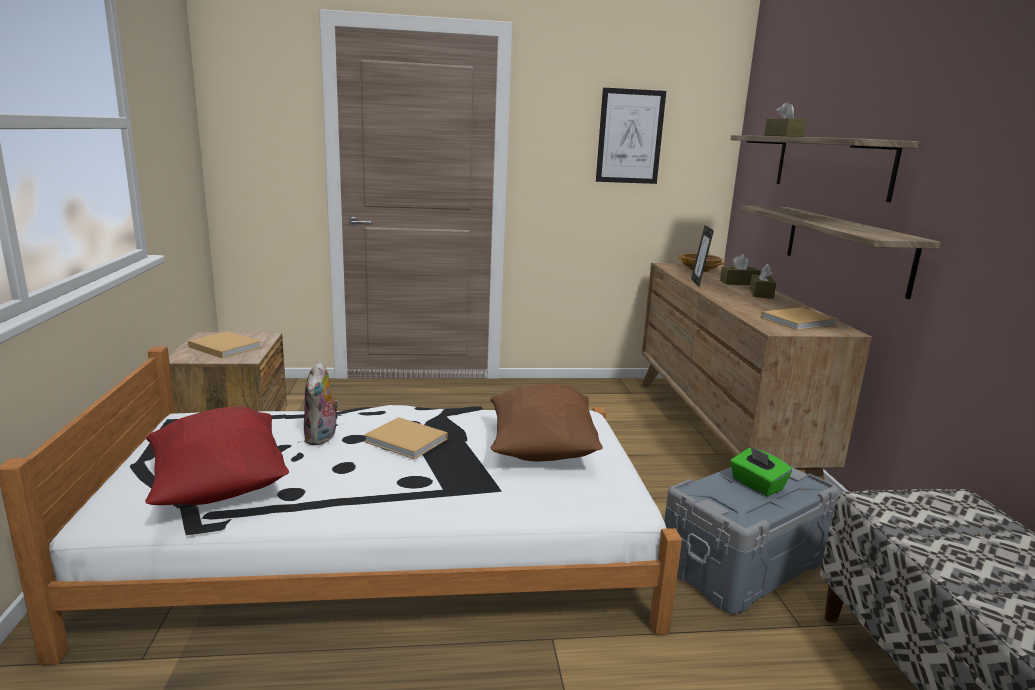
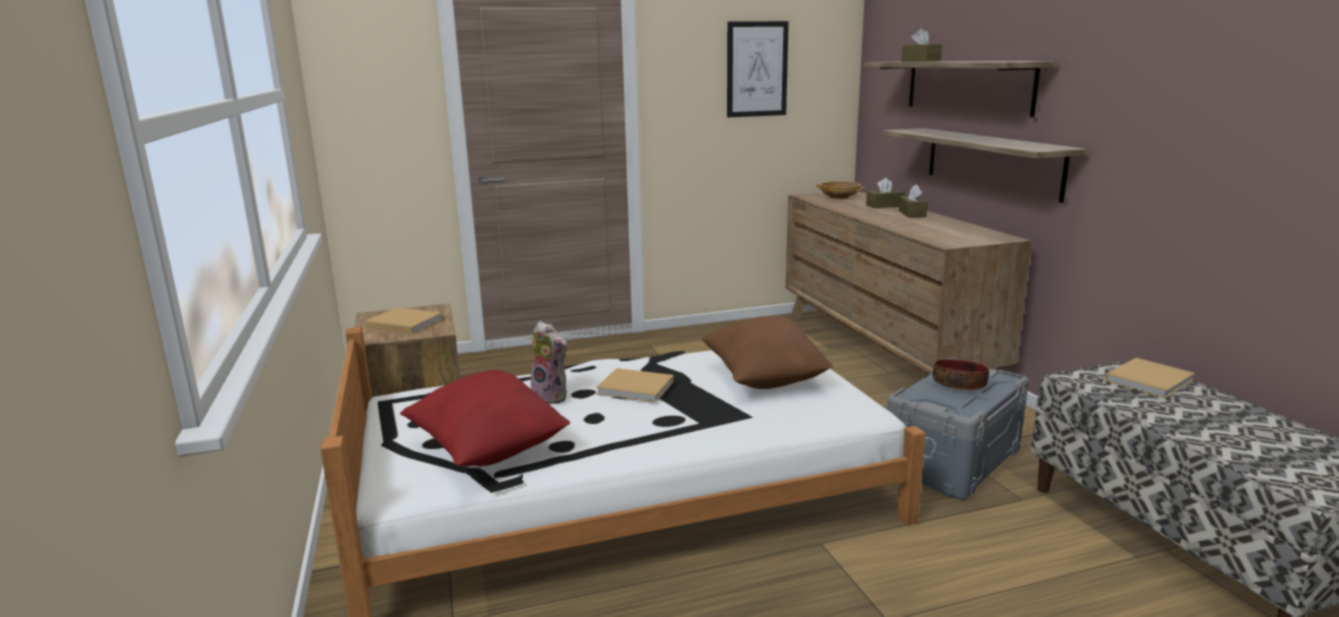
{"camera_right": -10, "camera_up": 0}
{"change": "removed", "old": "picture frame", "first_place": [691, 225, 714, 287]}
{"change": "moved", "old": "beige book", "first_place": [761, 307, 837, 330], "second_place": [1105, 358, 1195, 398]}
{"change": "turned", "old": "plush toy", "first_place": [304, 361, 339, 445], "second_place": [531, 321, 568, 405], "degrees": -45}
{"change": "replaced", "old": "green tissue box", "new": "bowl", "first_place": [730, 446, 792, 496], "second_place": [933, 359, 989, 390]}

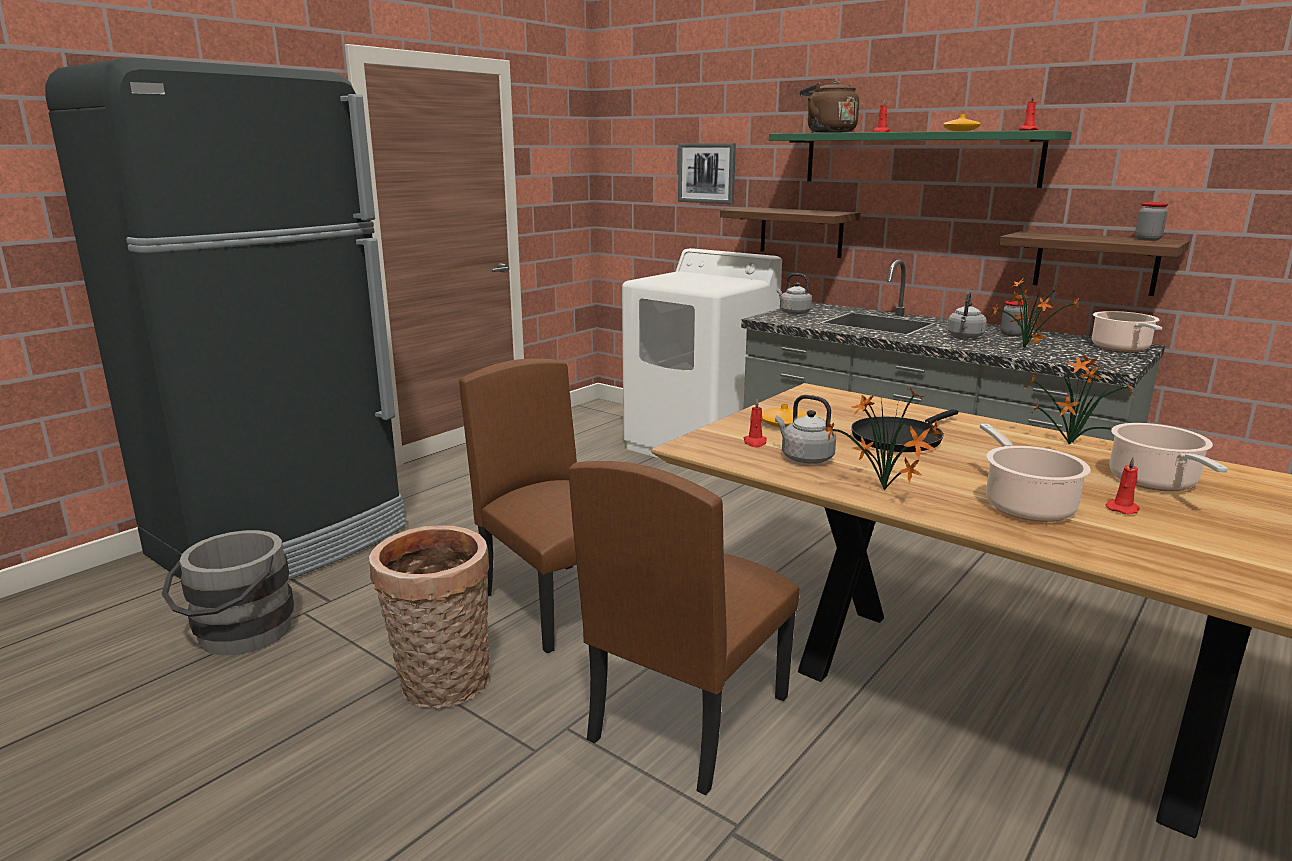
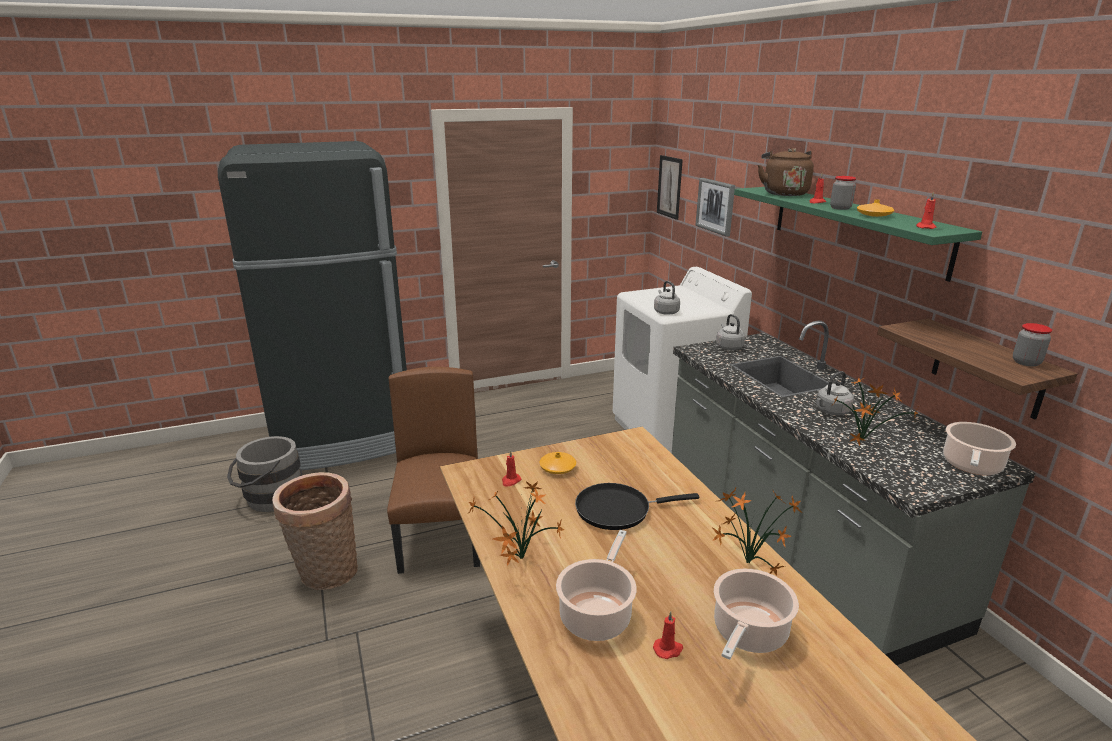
{"camera_right": 30, "camera_up": 5}
{"change": "removed", "old": "shelf", "first_place": [720, 207, 860, 258]}
{"change": "moved", "old": "jar", "first_place": [1001, 301, 1028, 336], "second_place": [830, 176, 857, 210]}
{"change": "moved", "old": "grey kettle", "first_place": [775, 395, 836, 464], "second_place": [654, 281, 680, 315]}
{"change": "removed", "old": "brown chair", "first_place": [569, 461, 800, 795]}
{"change": "added", "new": "picture", "second_place": [657, 155, 683, 220]}

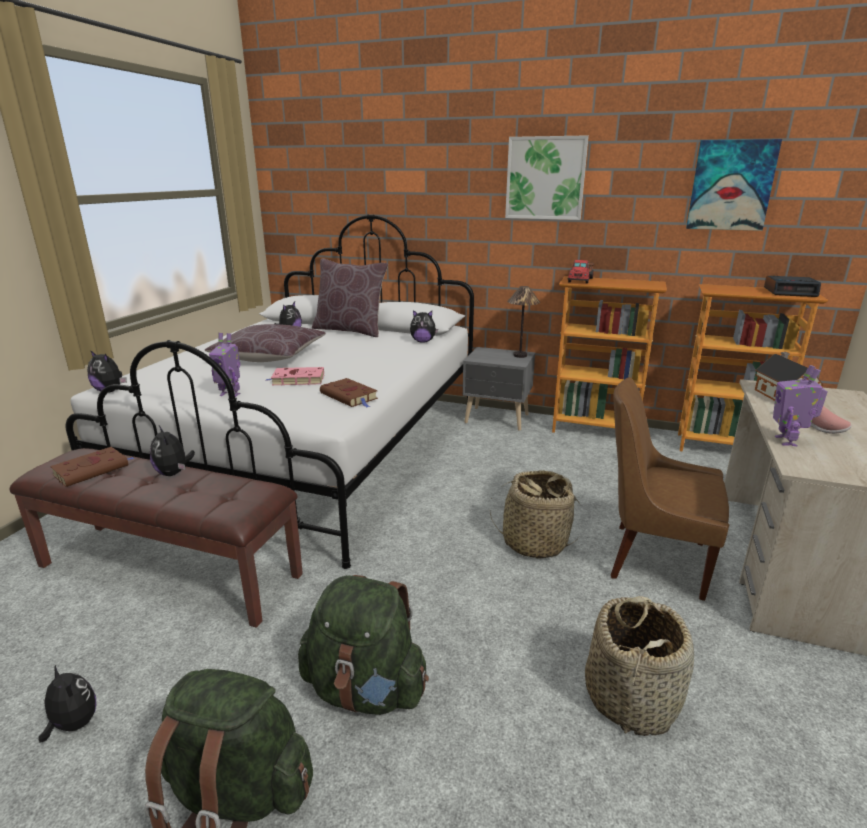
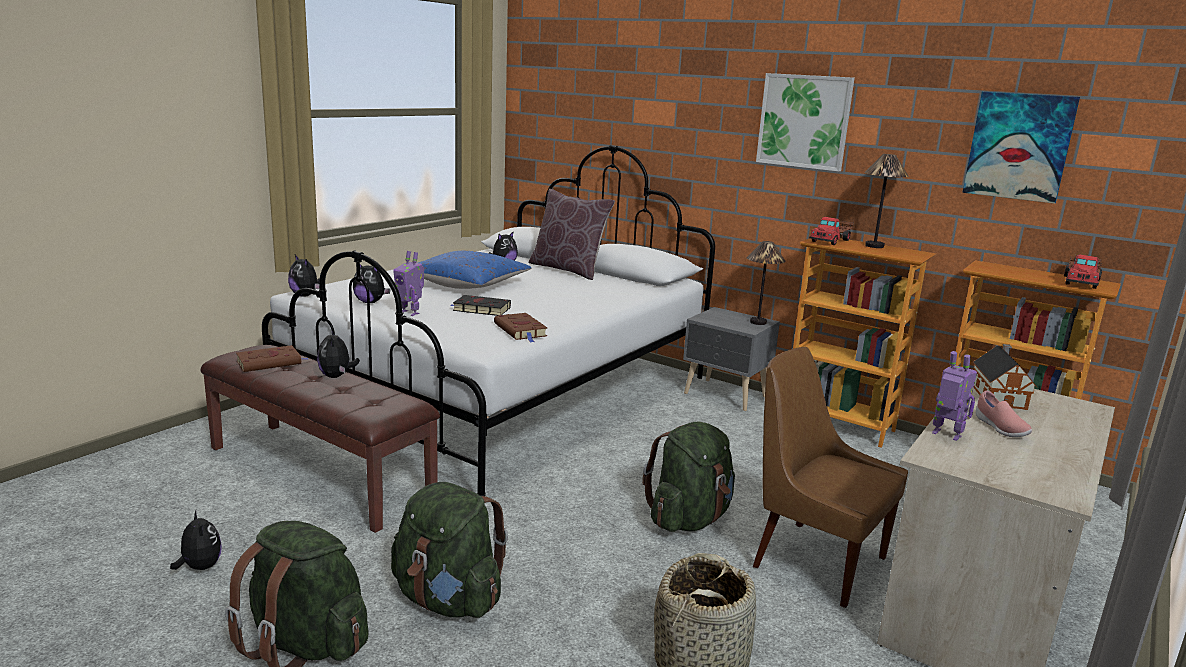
{"camera_right": 15, "camera_up": -5}
{"change": "replaced", "old": "alarm clock", "new": "toy truck", "first_place": [764, 276, 821, 297], "second_place": [1064, 255, 1102, 289]}
{"change": "moved", "old": "plush toy", "first_place": [410, 310, 438, 343], "second_place": [353, 264, 390, 303]}
{"change": "recoloured", "old": "brown pillow", "new": "blue pillow", "first_place": [205, 324, 326, 362], "second_place": [418, 251, 531, 289]}
{"change": "turned", "old": "toy robot", "first_place": [773, 365, 827, 447], "second_place": [932, 351, 977, 441], "degrees": 105}
{"change": "recoloured", "old": "pink book", "new": "black book", "first_place": [265, 367, 324, 385], "second_place": [450, 295, 511, 316]}
{"change": "replaced", "old": "basket", "new": "green backpack", "first_place": [490, 470, 580, 559], "second_place": [642, 421, 735, 532]}
{"change": "added", "new": "table lamp", "second_place": [864, 154, 909, 248]}

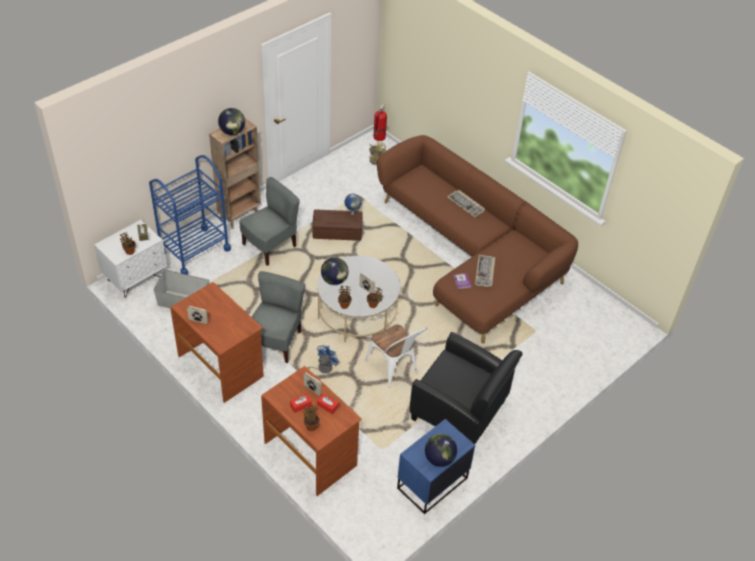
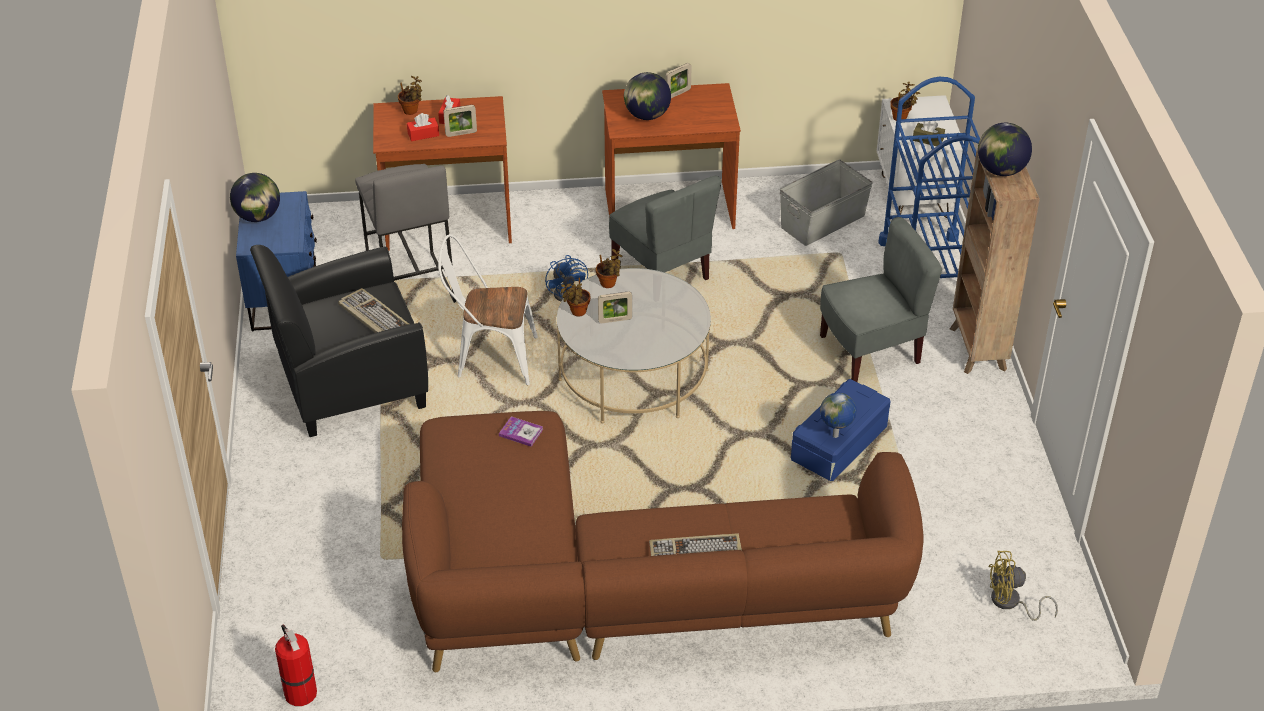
{"camera_right": 130, "camera_up": -5}
{"change": "moved", "old": "fire extinguisher", "first_place": [374, 104, 387, 141], "second_place": [275, 624, 317, 706]}
{"change": "turned", "old": "grey chair", "first_place": [240, 177, 300, 266], "second_place": [820, 217, 942, 382], "degrees": -105}
{"change": "recoloured", "old": "brown storage box", "new": "blue storage box", "first_place": [312, 209, 363, 241], "second_place": [791, 379, 891, 481]}
{"change": "moved", "old": "keyboard", "first_place": [475, 255, 495, 287], "second_place": [338, 288, 409, 333]}
{"change": "moved", "old": "globe", "first_place": [321, 257, 348, 285], "second_place": [624, 72, 671, 120]}
{"change": "added", "new": "grey stool", "second_place": [355, 164, 456, 303]}

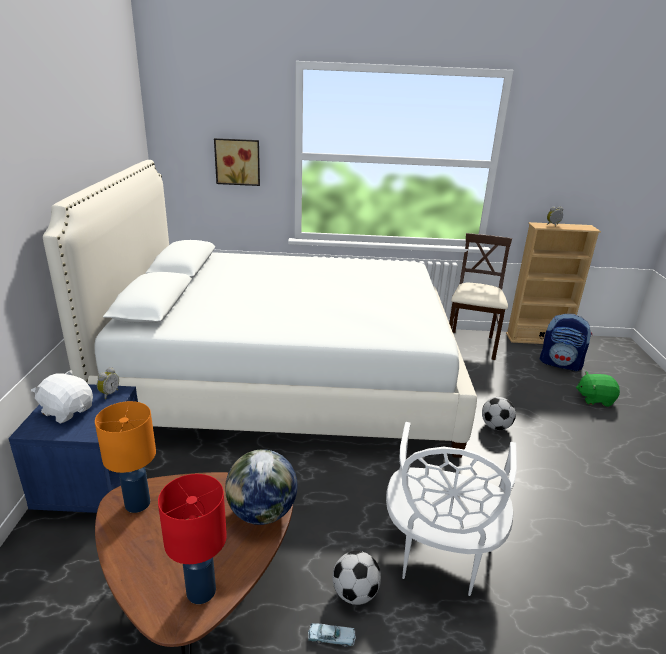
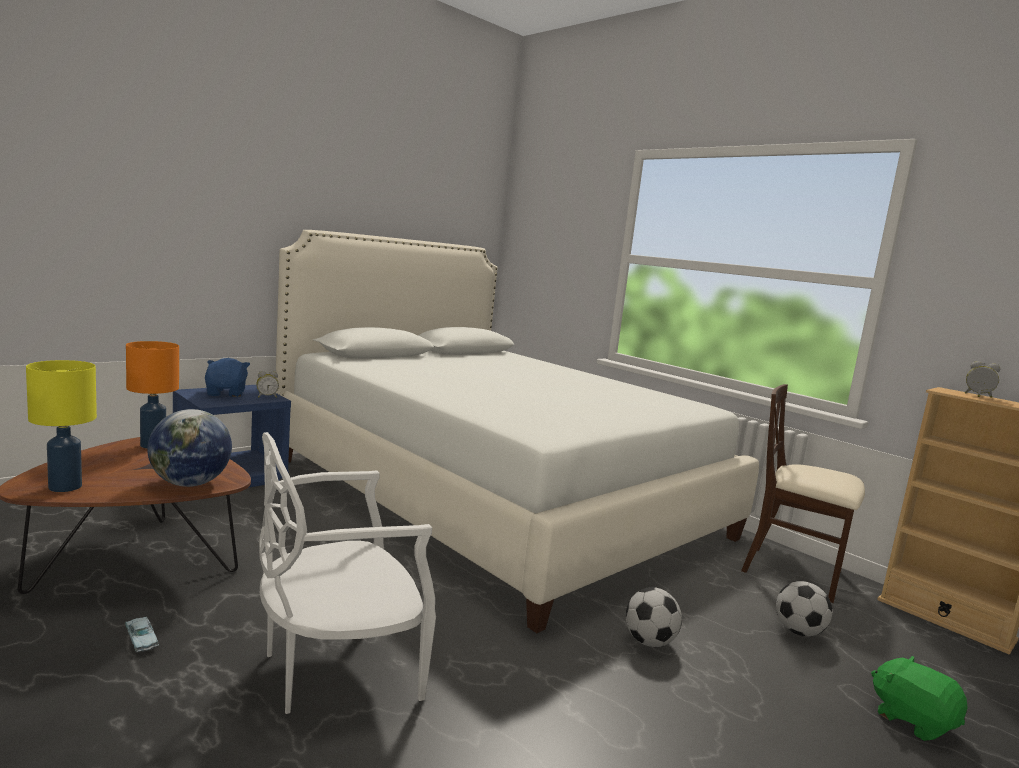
{"camera_right": 45, "camera_up": -15}
{"change": "removed", "old": "picture", "first_place": [214, 138, 260, 186]}
{"change": "turned", "old": "beige chair", "first_place": [449, 233, 512, 360], "second_place": [741, 384, 865, 603], "degrees": -120}
{"change": "removed", "old": "backpack", "first_place": [540, 314, 592, 371]}
{"change": "recoloured", "old": "white plush toy", "new": "blue plush toy", "first_place": [31, 370, 93, 424], "second_place": [205, 358, 250, 397]}
{"change": "recoloured", "old": "red table lamp", "new": "yellow table lamp", "first_place": [158, 474, 227, 604], "second_place": [26, 360, 97, 492]}
{"change": "moved", "old": "football", "first_place": [333, 551, 381, 605], "second_place": [776, 581, 832, 636]}

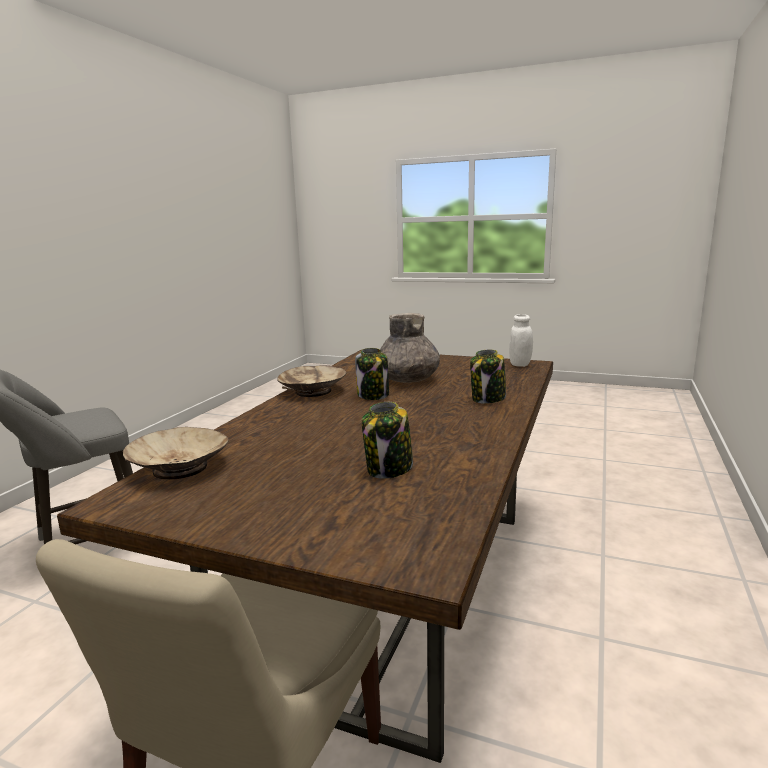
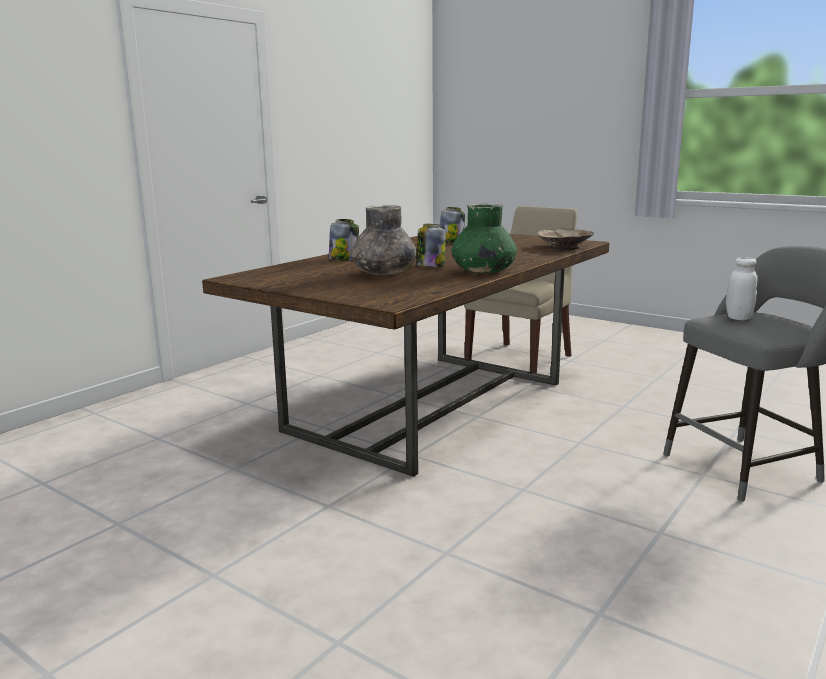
{"camera_right": -165, "camera_up": 0}
{"change": "moved", "old": "white jar", "first_place": [509, 314, 533, 367], "second_place": [726, 257, 758, 320]}
{"change": "replaced", "old": "beige bowl", "new": "green vase", "first_place": [277, 365, 347, 397], "second_place": [451, 203, 517, 273]}

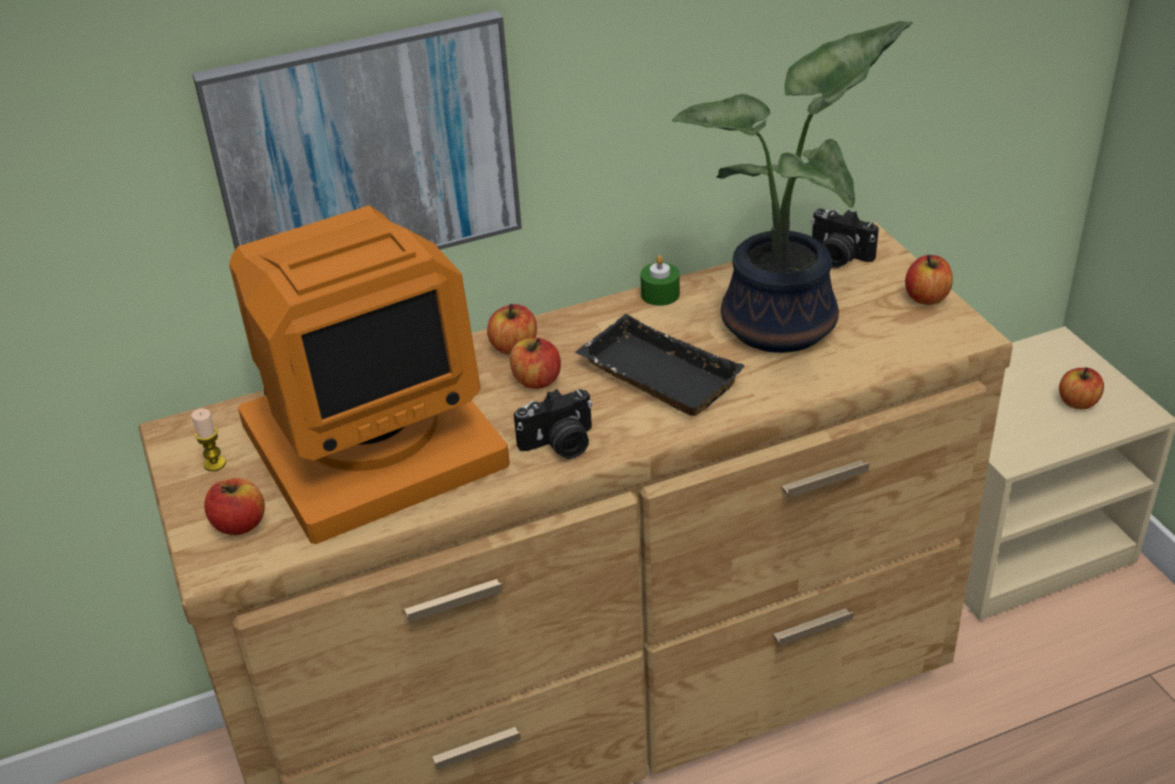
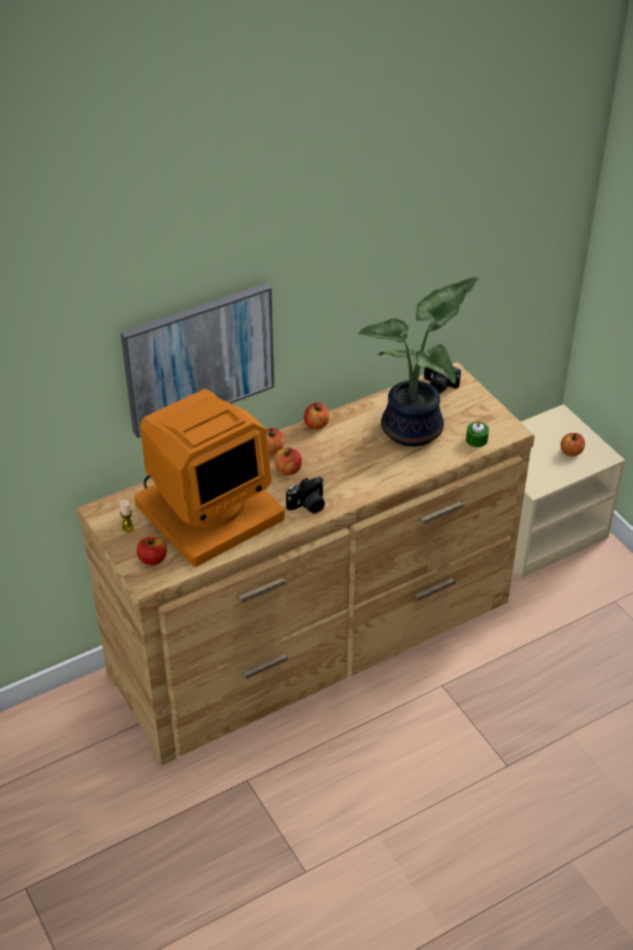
{"camera_right": -10, "camera_up": 5}
{"change": "moved", "old": "green candle", "first_place": [640, 255, 680, 306], "second_place": [466, 420, 489, 447]}
{"change": "moved", "old": "apple", "first_place": [905, 255, 953, 305], "second_place": [304, 402, 329, 430]}
{"change": "removed", "old": "black tray", "first_place": [575, 314, 745, 416]}

